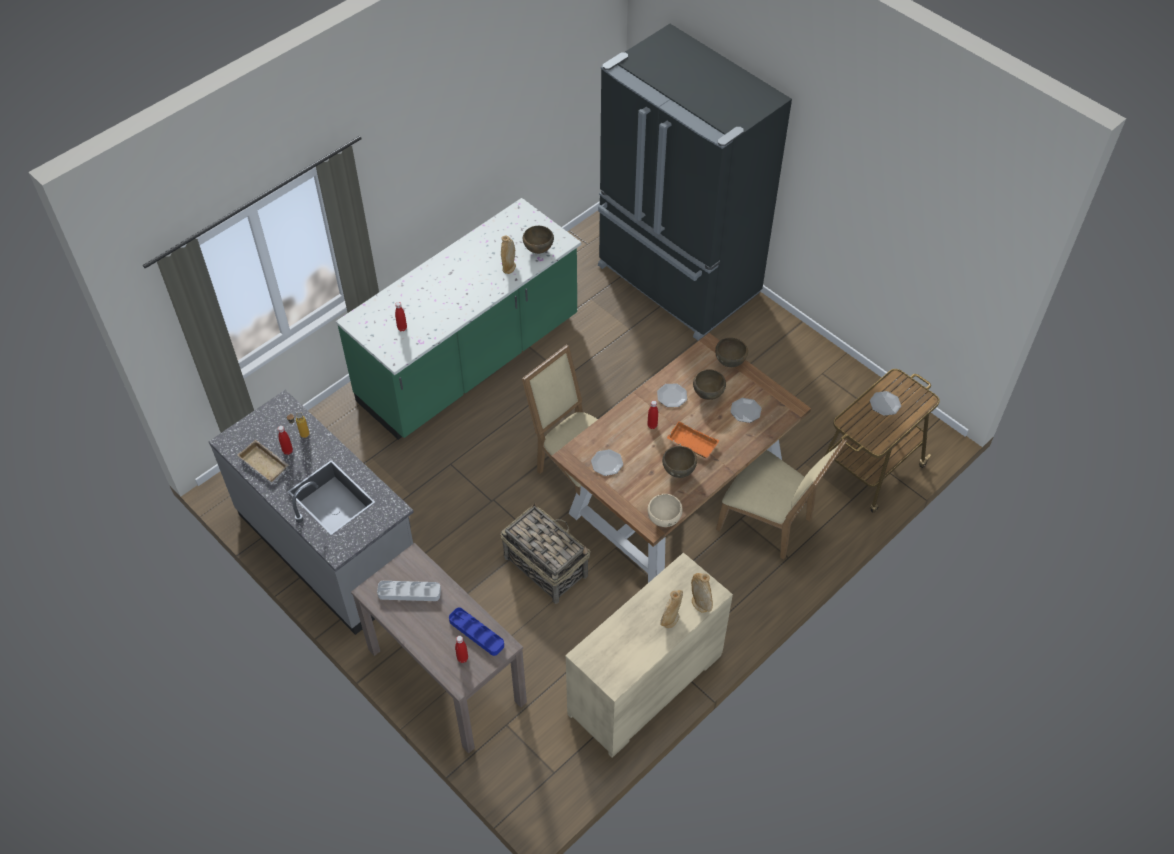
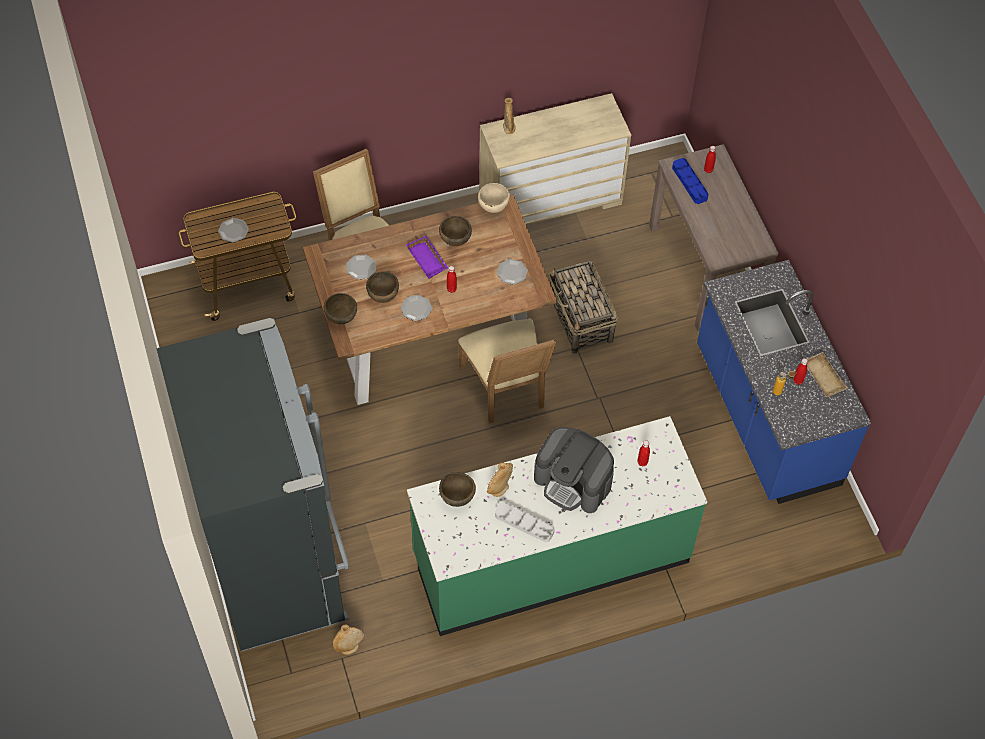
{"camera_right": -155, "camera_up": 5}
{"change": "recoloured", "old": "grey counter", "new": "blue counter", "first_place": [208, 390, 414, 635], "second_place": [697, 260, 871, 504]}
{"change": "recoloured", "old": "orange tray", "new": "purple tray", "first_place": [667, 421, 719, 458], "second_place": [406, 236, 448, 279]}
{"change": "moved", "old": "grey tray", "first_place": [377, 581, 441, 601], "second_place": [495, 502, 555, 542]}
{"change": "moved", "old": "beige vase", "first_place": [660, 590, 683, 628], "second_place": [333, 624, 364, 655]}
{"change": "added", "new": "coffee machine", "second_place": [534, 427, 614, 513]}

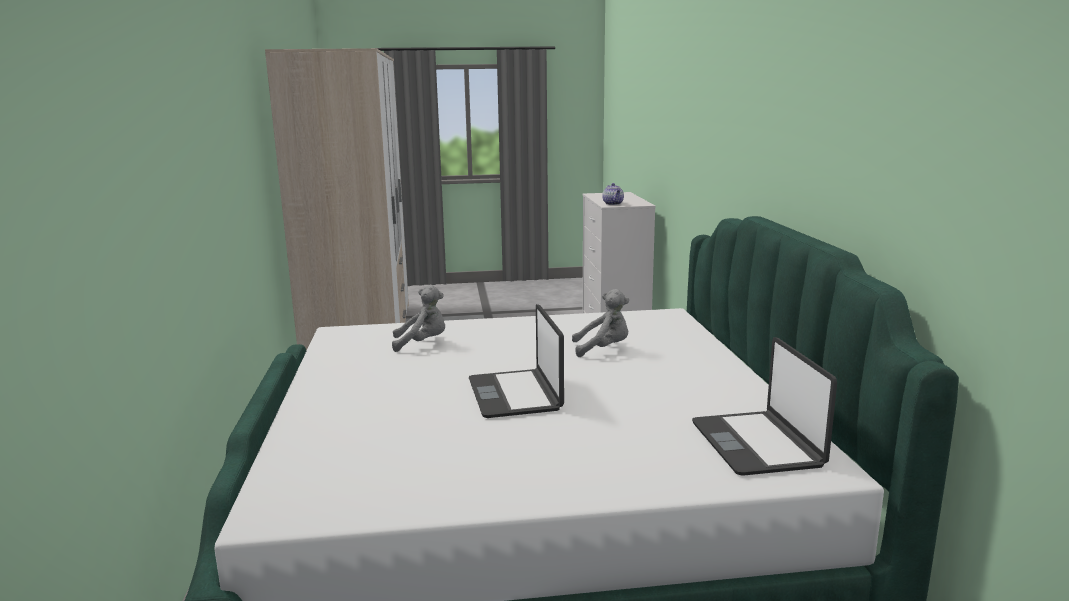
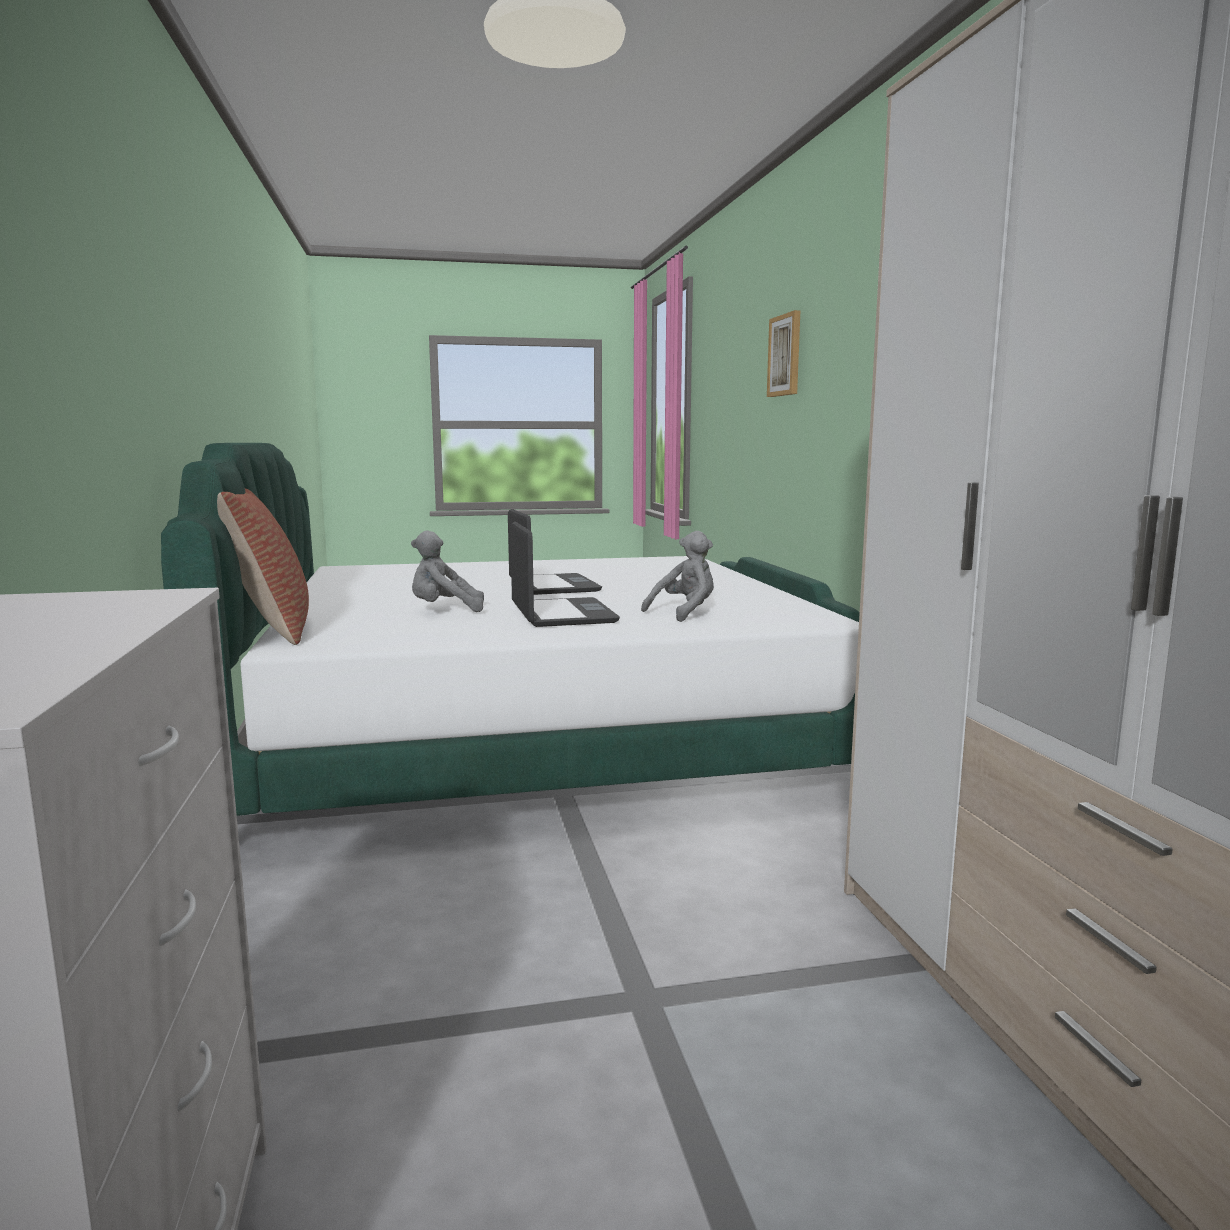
{"camera_right": 175, "camera_up": -5}
{"change": "removed", "old": "teapot", "first_place": [602, 183, 624, 205]}
{"change": "turned", "old": "grey plush toy", "first_place": [392, 285, 445, 352], "second_place": [641, 531, 714, 622], "degrees": 150}
{"change": "moved", "old": "laptop", "first_place": [692, 337, 837, 476], "second_place": [510, 522, 620, 627]}
{"change": "added", "new": "picture", "second_place": [767, 310, 801, 397]}
{"change": "added", "new": "pillow", "second_place": [217, 488, 309, 645]}

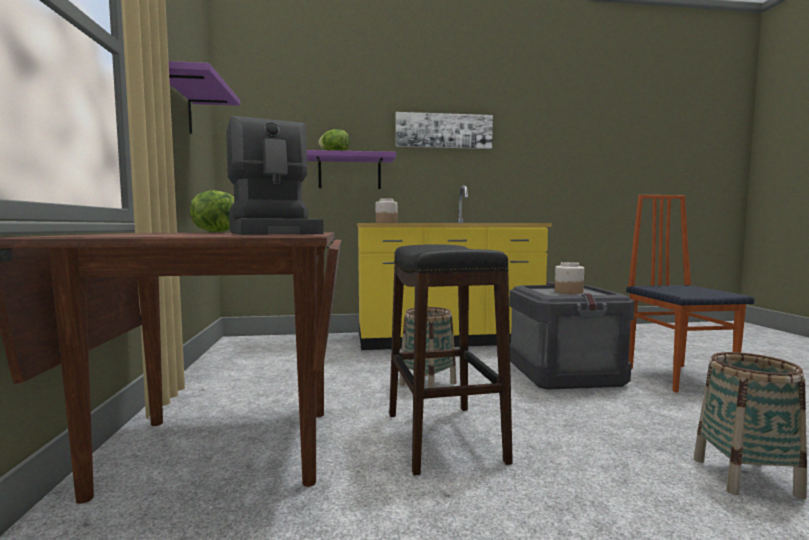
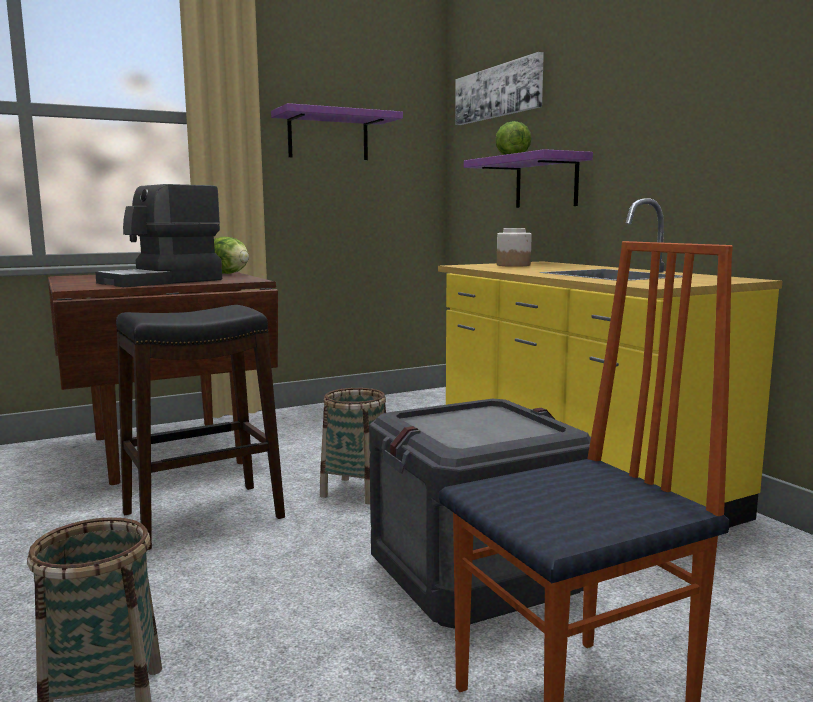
{"camera_right": 70, "camera_up": 5}
{"change": "moved", "old": "picture", "first_place": [395, 112, 493, 149], "second_place": [455, 52, 544, 125]}
{"change": "removed", "old": "jar", "first_place": [555, 262, 584, 294]}

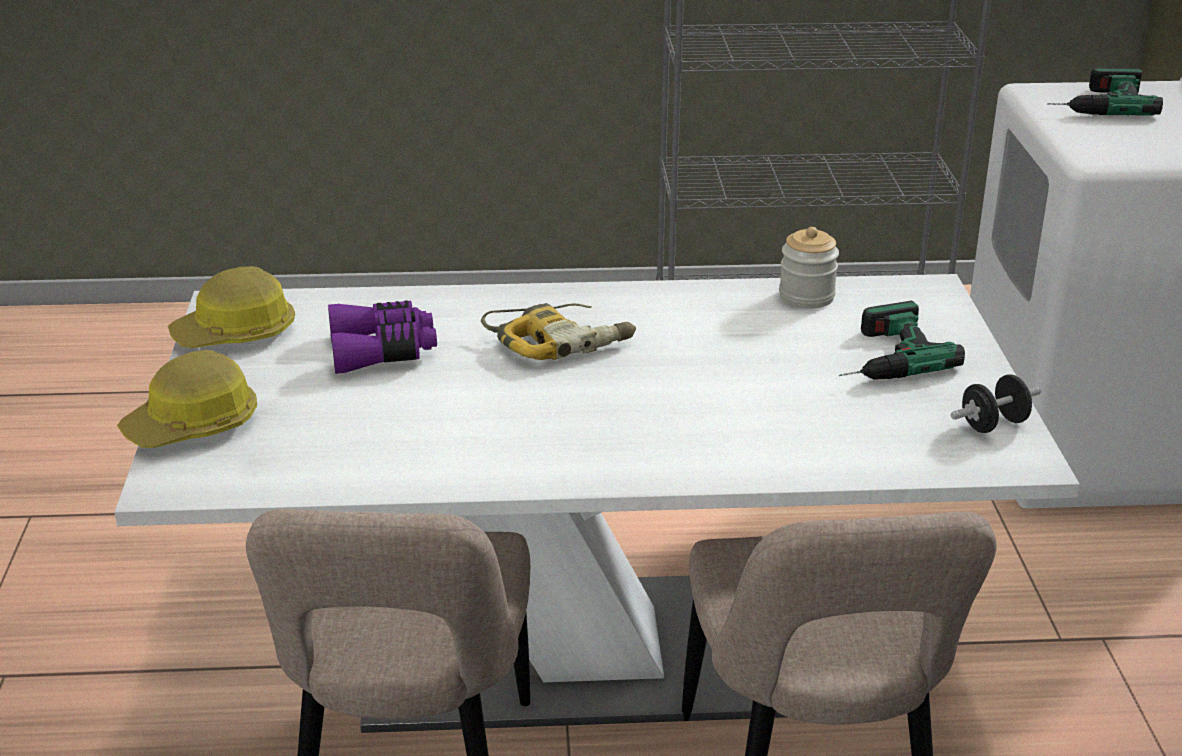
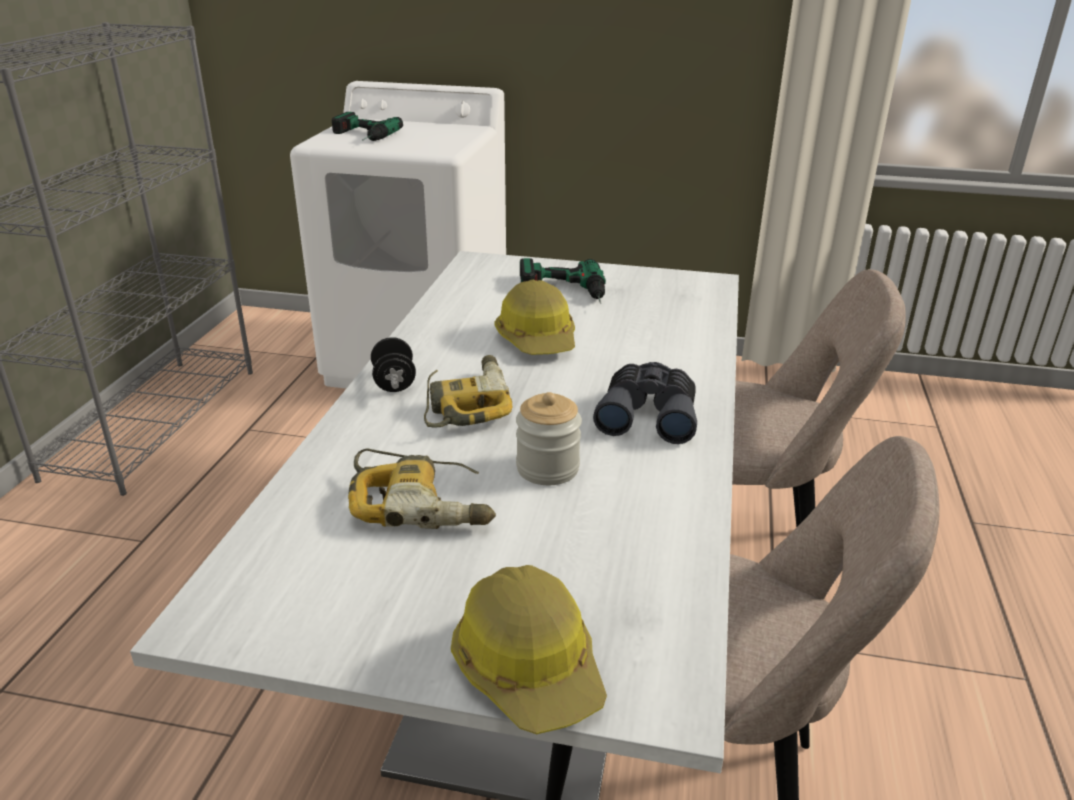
{"camera_right": -75, "camera_up": 0}
{"change": "moved", "old": "jar", "first_place": [779, 227, 839, 309], "second_place": [516, 392, 582, 485]}
{"change": "moved", "old": "hard hat", "first_place": [168, 266, 295, 348], "second_place": [494, 280, 575, 355]}
{"change": "replaced", "old": "purple binoculars", "new": "power drill", "first_place": [328, 301, 437, 374], "second_place": [348, 449, 496, 529]}
{"change": "moved", "old": "black dumbbell", "first_place": [951, 374, 1041, 433], "second_place": [371, 337, 416, 392]}
{"change": "added", "new": "grey binoculars", "second_place": [593, 362, 697, 444]}

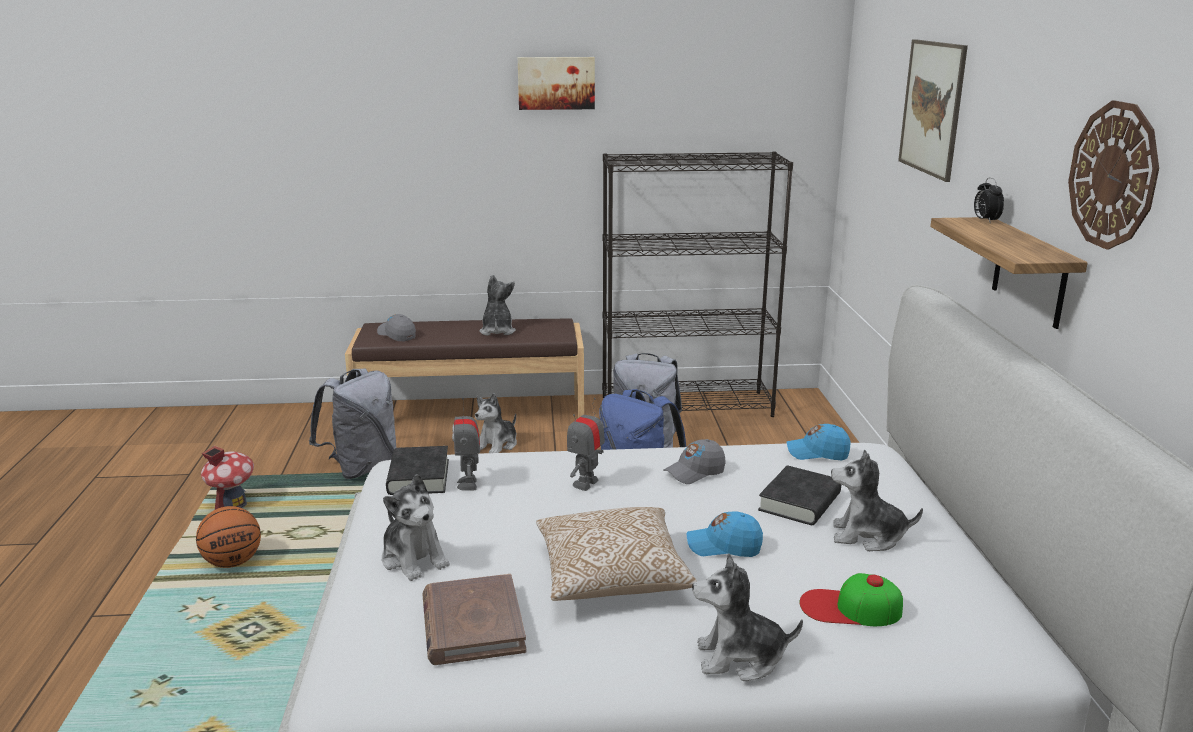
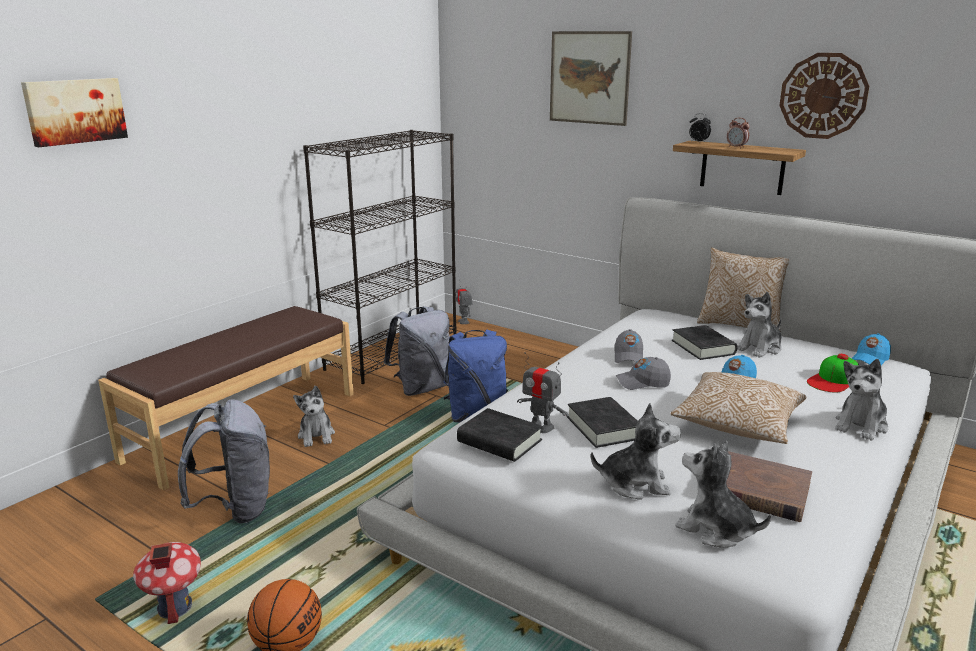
{"camera_right": -50, "camera_up": 0}
{"change": "moved", "old": "picture", "first_place": [518, 57, 595, 110], "second_place": [21, 78, 128, 147]}
{"change": "moved", "old": "plush toy", "first_place": [480, 274, 516, 336], "second_place": [675, 441, 771, 548]}
{"change": "moved", "old": "grey cap", "first_place": [377, 314, 416, 341], "second_place": [615, 357, 671, 390]}
{"change": "moved", "old": "toy robot", "first_place": [567, 398, 605, 491], "second_place": [456, 279, 472, 324]}
{"change": "moved", "old": "blue cap", "first_place": [787, 424, 851, 460], "second_place": [852, 334, 891, 365]}
{"change": "added", "new": "alarm clock", "second_place": [727, 118, 750, 149]}
{"change": "added", "new": "pillow", "second_place": [697, 247, 789, 332]}
{"change": "added", "new": "black book", "second_place": [567, 397, 638, 448]}

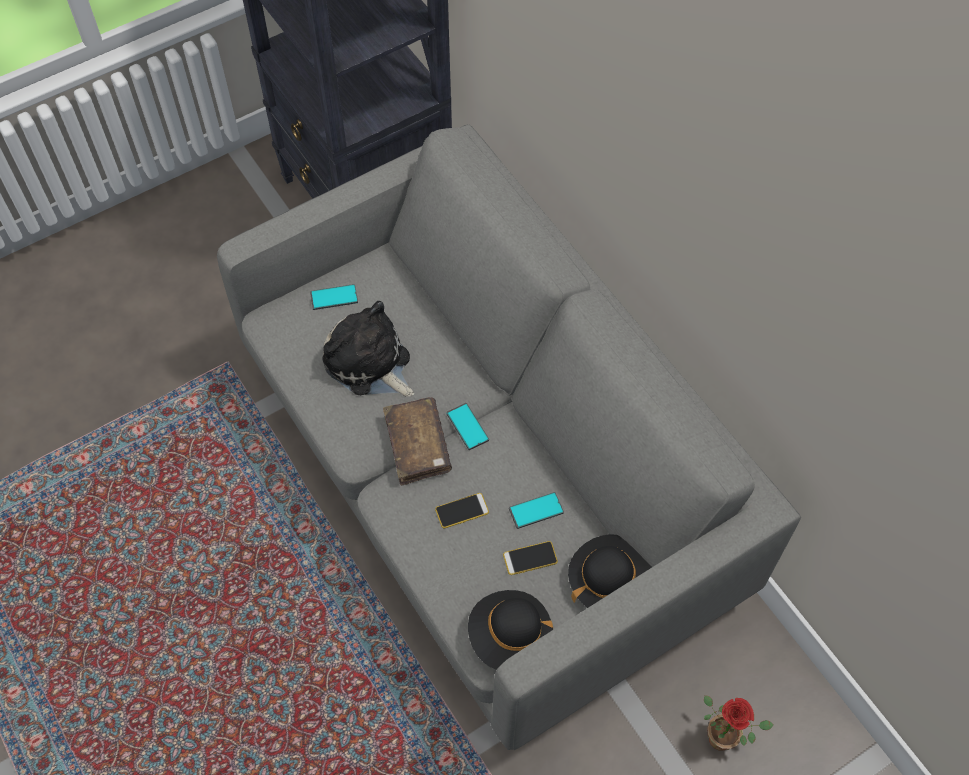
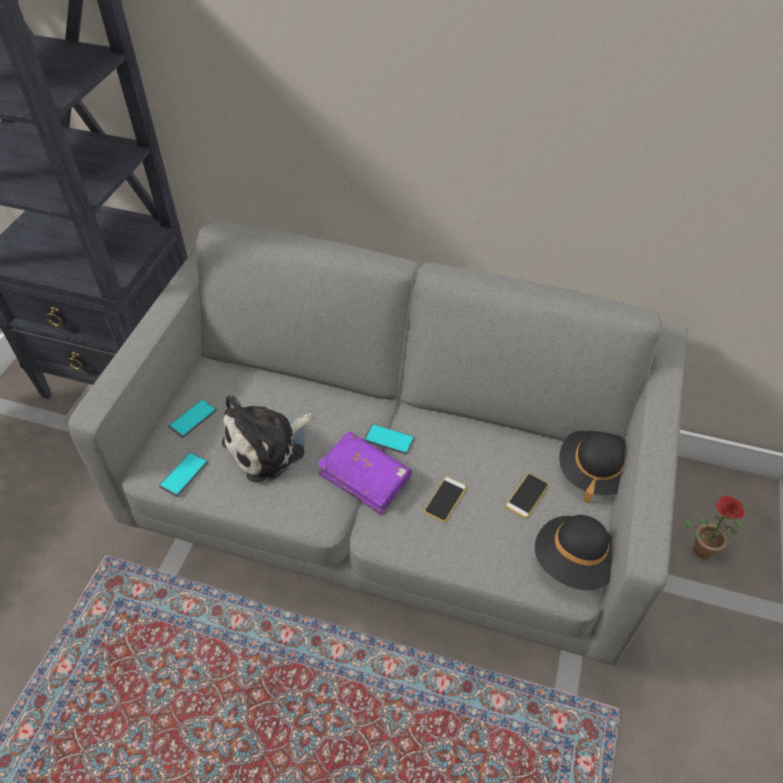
{"camera_right": -40, "camera_up": -10}
{"change": "turned", "old": "plush toy", "first_place": [322, 301, 414, 397], "second_place": [222, 395, 312, 482], "degrees": -45}
{"change": "recoloured", "old": "brown book", "new": "purple book", "first_place": [383, 397, 452, 486], "second_place": [317, 431, 412, 515]}
{"change": "moved", "old": "phone", "first_place": [509, 492, 564, 529], "second_place": [159, 452, 208, 497]}

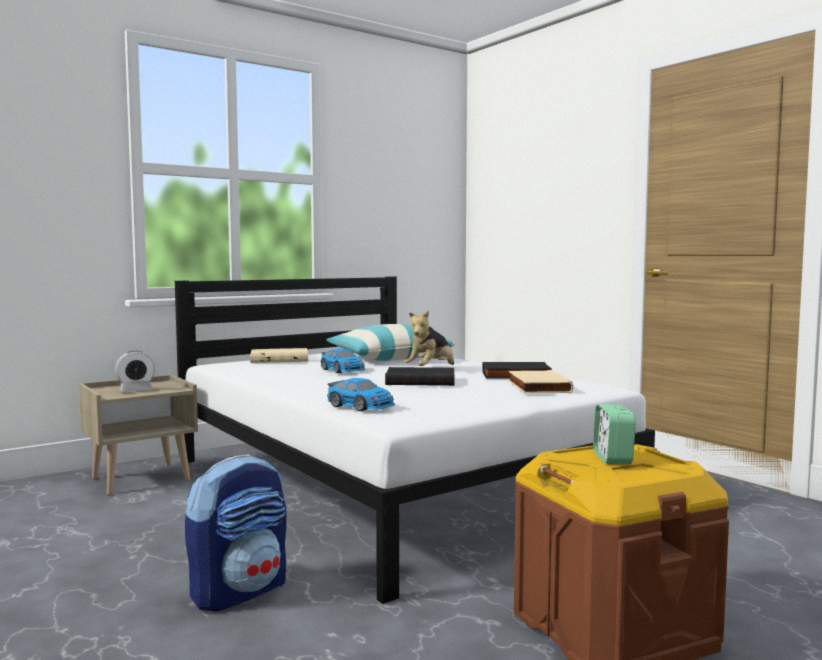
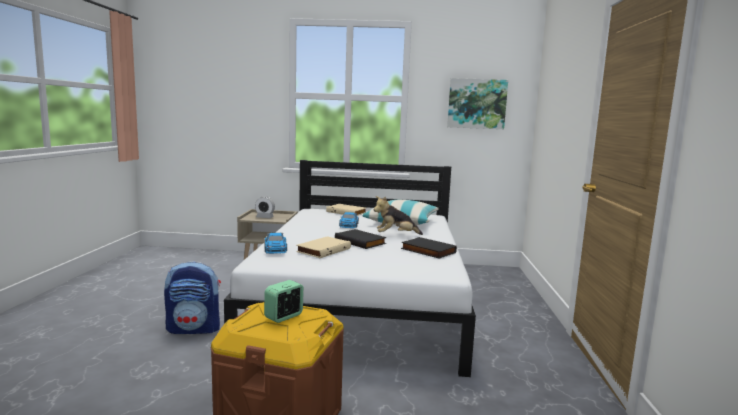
{"camera_right": 40, "camera_up": 5}
{"change": "moved", "old": "beige book", "first_place": [508, 370, 573, 393], "second_place": [296, 236, 351, 258]}
{"change": "added", "new": "picture", "second_place": [447, 78, 508, 129]}

